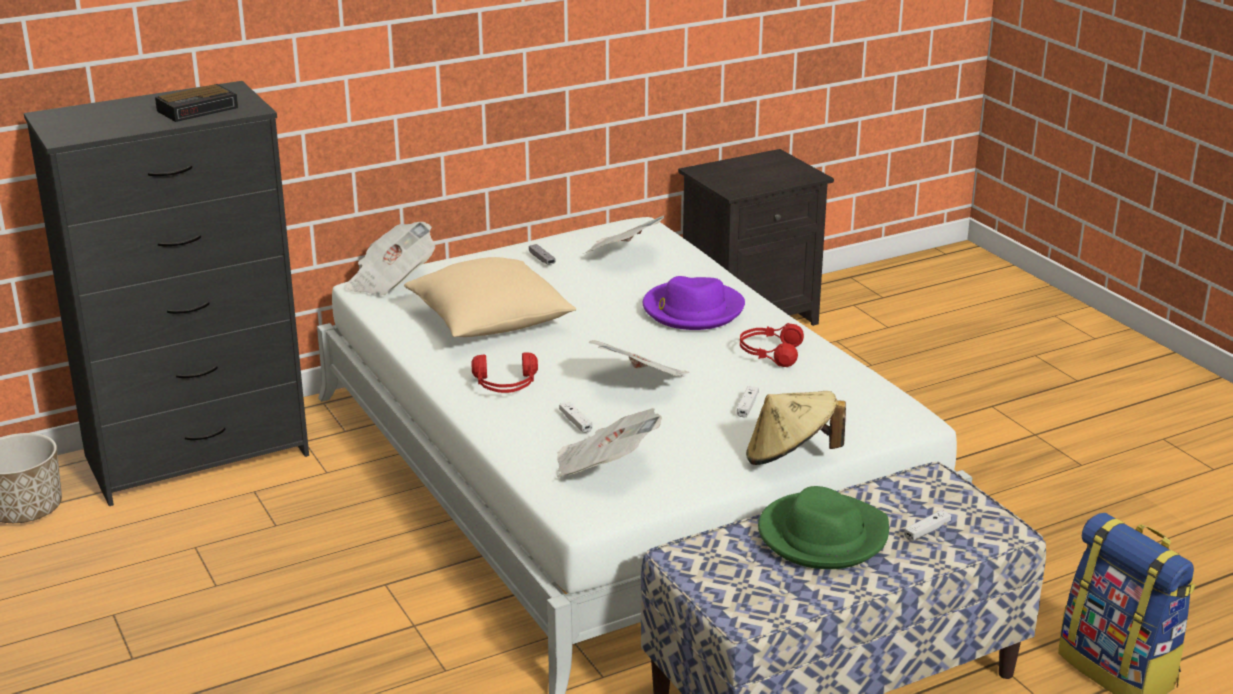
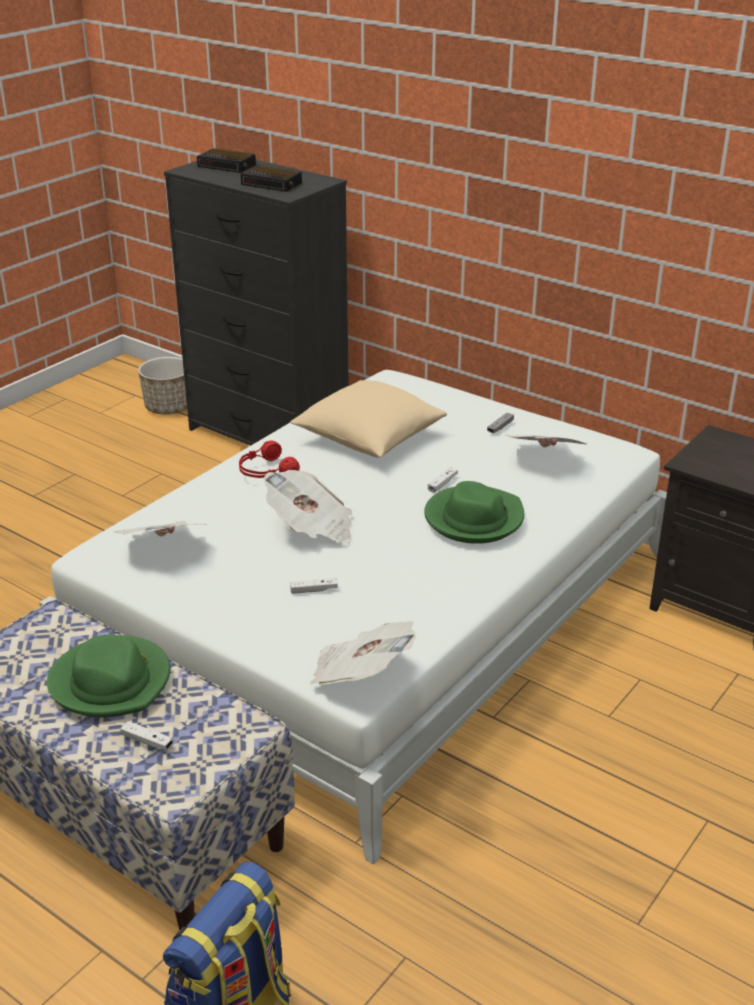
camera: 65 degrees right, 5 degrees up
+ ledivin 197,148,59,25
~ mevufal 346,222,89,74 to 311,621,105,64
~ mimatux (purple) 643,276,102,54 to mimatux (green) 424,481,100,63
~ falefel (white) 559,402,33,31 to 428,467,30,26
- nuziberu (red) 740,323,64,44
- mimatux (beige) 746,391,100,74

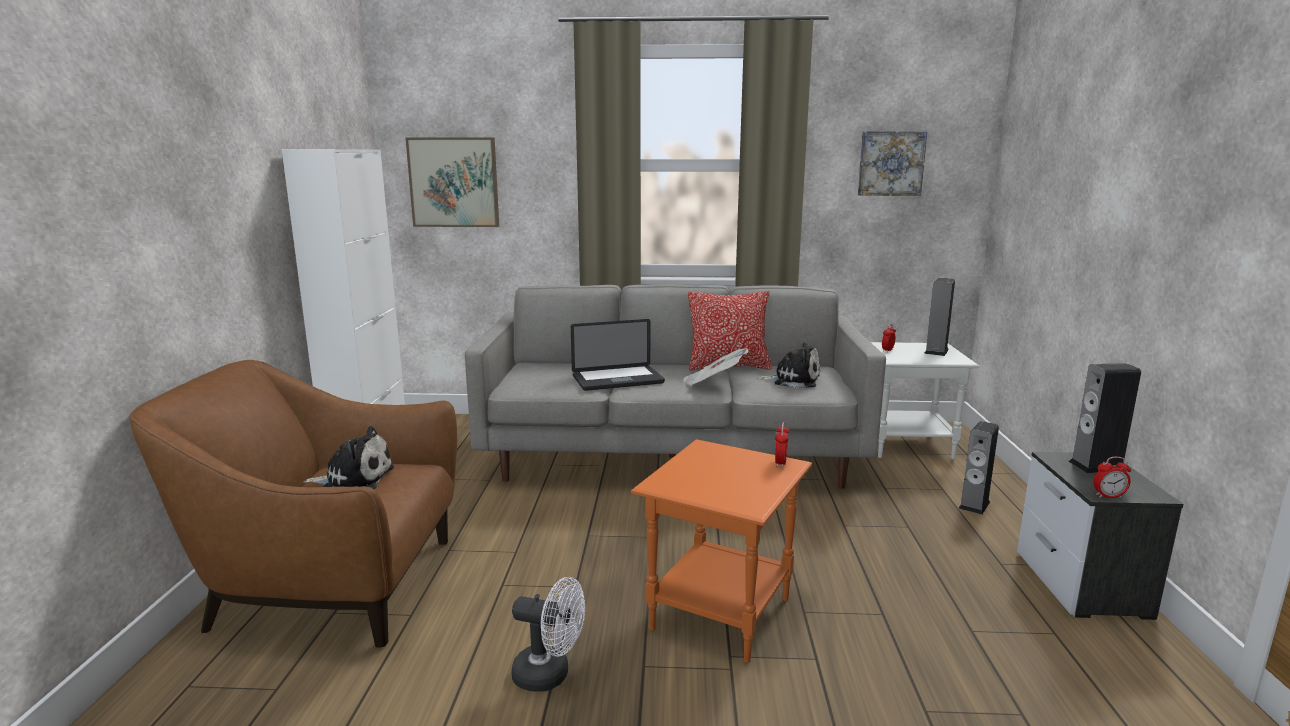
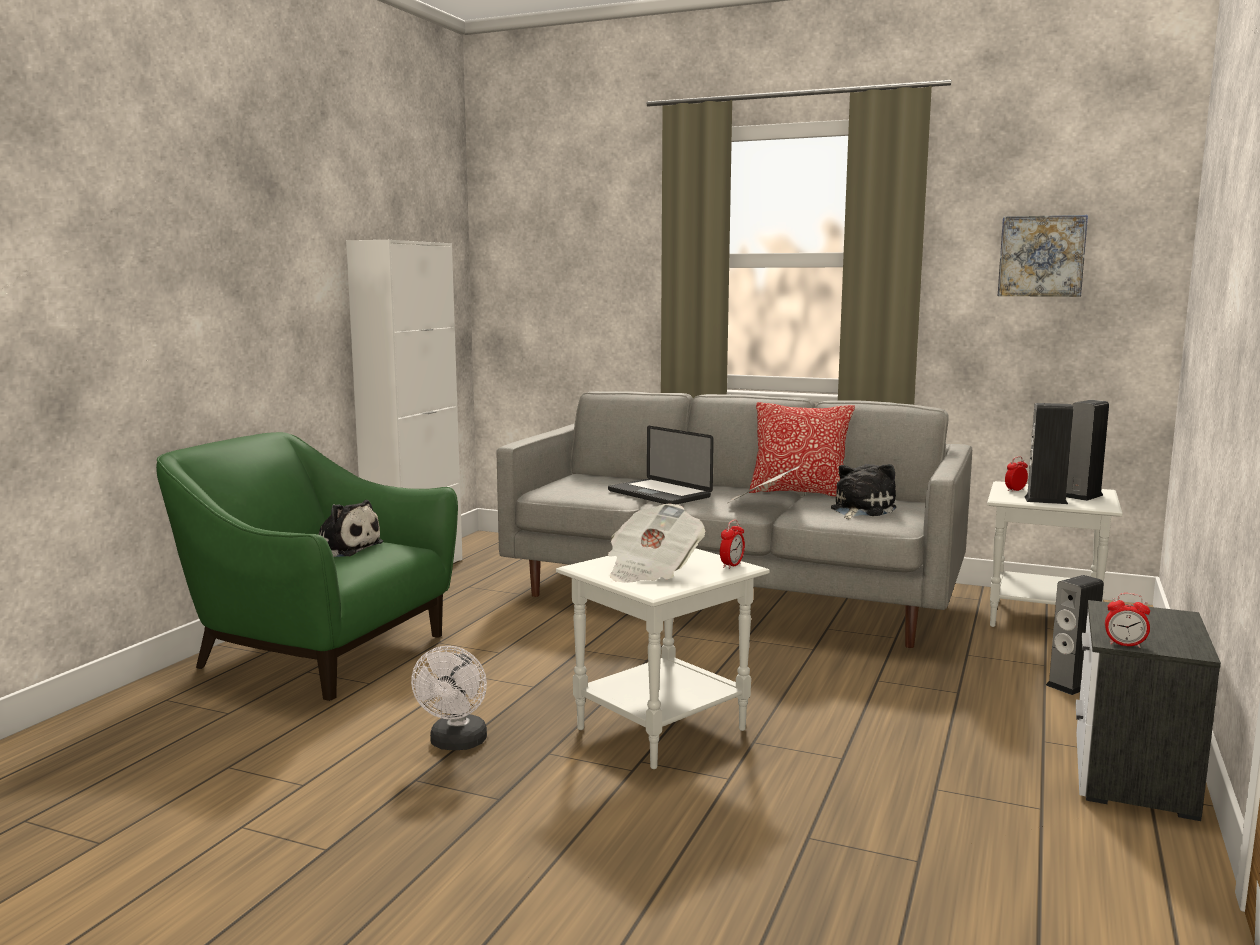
camera: 20 degrees right, 5 degrees down
~ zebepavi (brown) 130,360,327,287 to zebepavi (green) 156,432,302,269
~ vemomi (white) 511,577,74,115 = 411,646,76,104 60 degrees clockwise
~ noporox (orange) 631,440,181,223 to noporox (white) 556,548,214,221
~ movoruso 571,319,94,72 = 608,426,106,78 45 degrees clockwise
+ mevufal 608,504,97,79
~ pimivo 757,343,63,45 = 831,464,65,55 90 degrees counterclockwise
~ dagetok 1068,363,73,110 to 1025,403,49,101
- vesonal 406,138,93,89

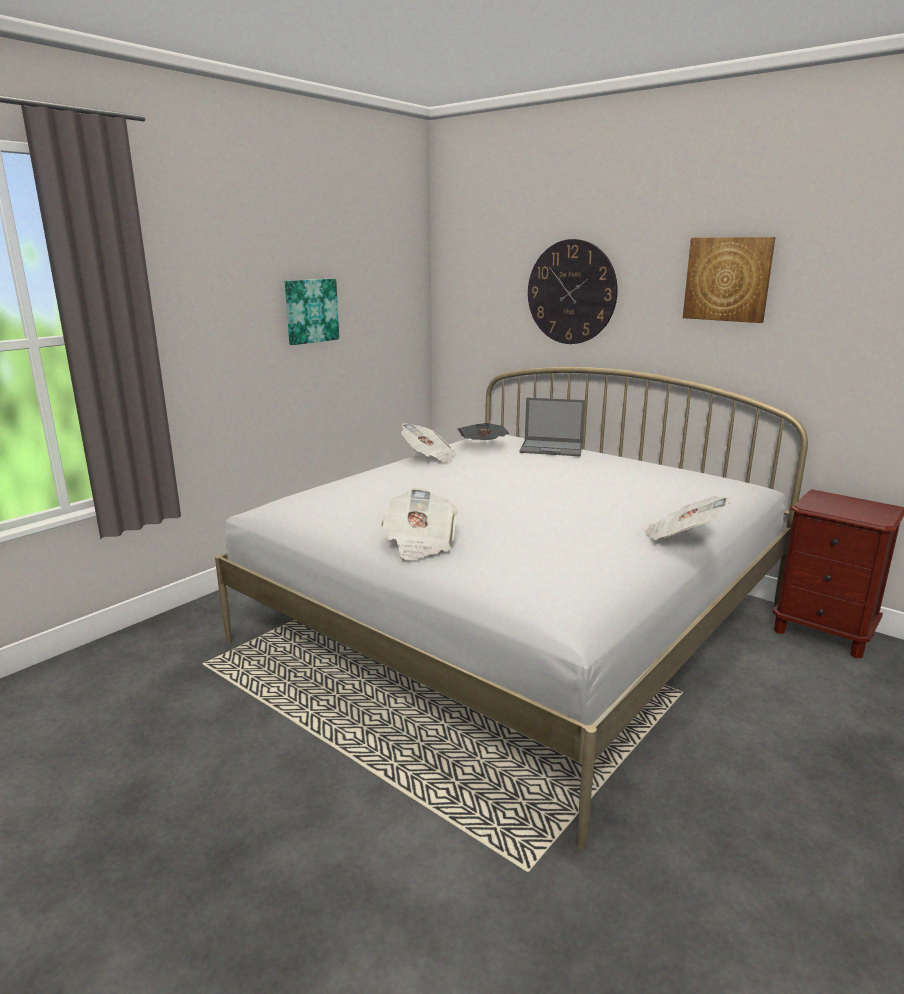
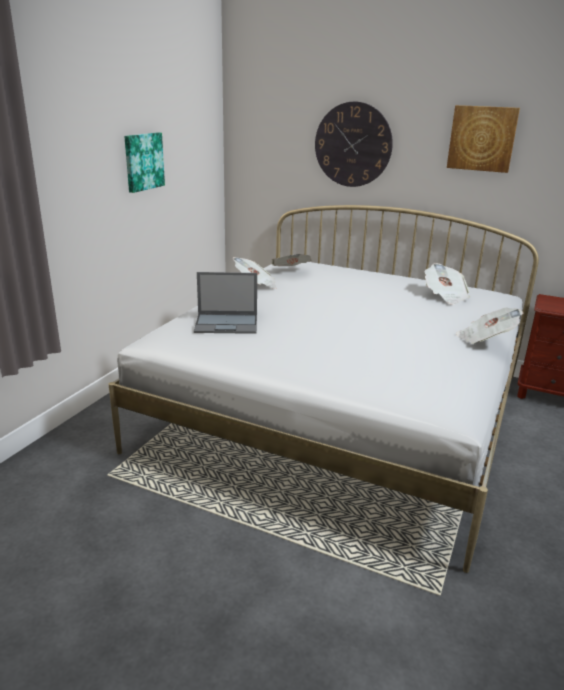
camera: 15 degrees left, 5 degrees up
~ movoruso 519,397,67,59 to 194,272,63,62
~ mevufal 381,488,77,72 to 425,263,45,42

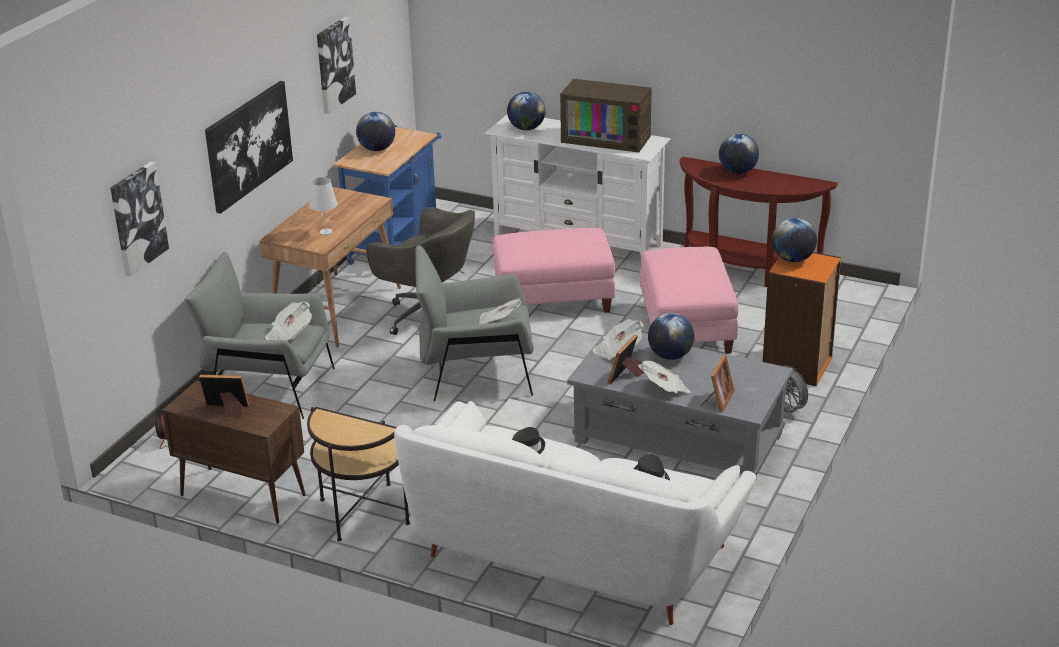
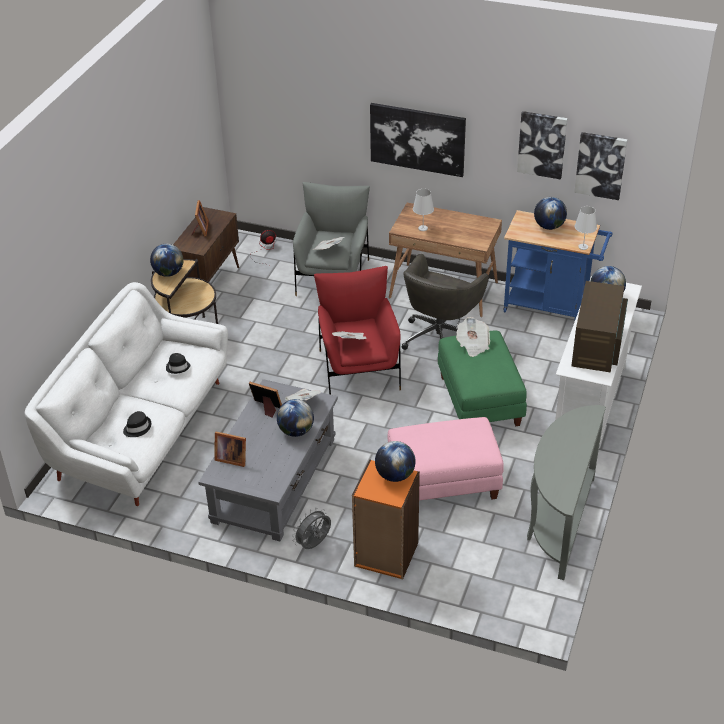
camera: 85 degrees right, 10 degrees up
~ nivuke 719,134,40,40 to 150,244,33,33
~ zebepavi (grey) 415,245,119,157 to zebepavi (red) 314,266,87,129
~ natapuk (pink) 493,228,122,85 to natapuk (green) 438,331,89,95
~ mevufal 638,361,53,32 to 456,317,34,40
~ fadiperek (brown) 680,157,158,130 to fadiperek (grey) 527,405,79,175
~ vesonal 110,162,59,115 to 574,132,54,68
+ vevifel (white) 574,206,23,44

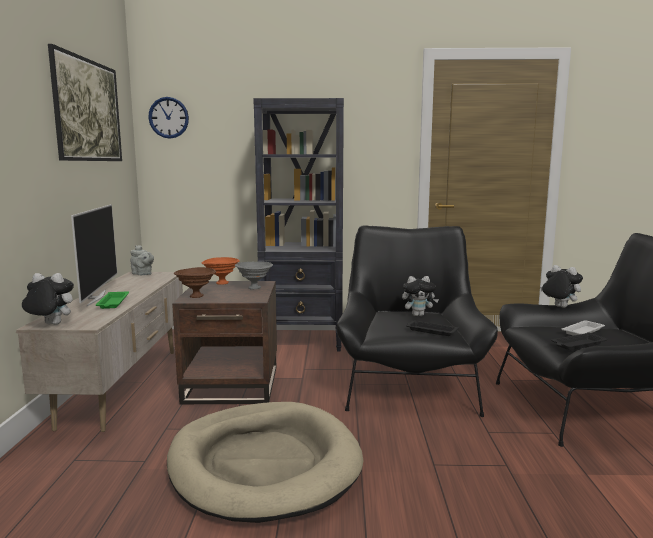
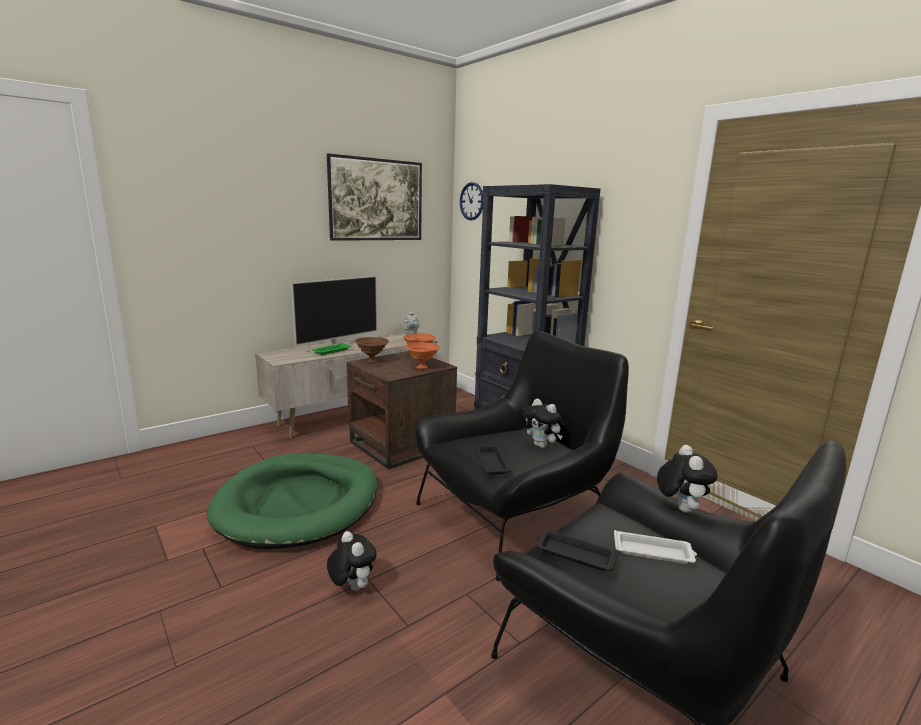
camera: 50 degrees right, 5 degrees up
~ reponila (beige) 167,402,196,121 to reponila (green) 207,453,170,96
~ pimivo 22,273,52,52 to 327,531,50,60
~ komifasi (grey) 235,262,38,27 to komifasi (orange) 405,342,35,27

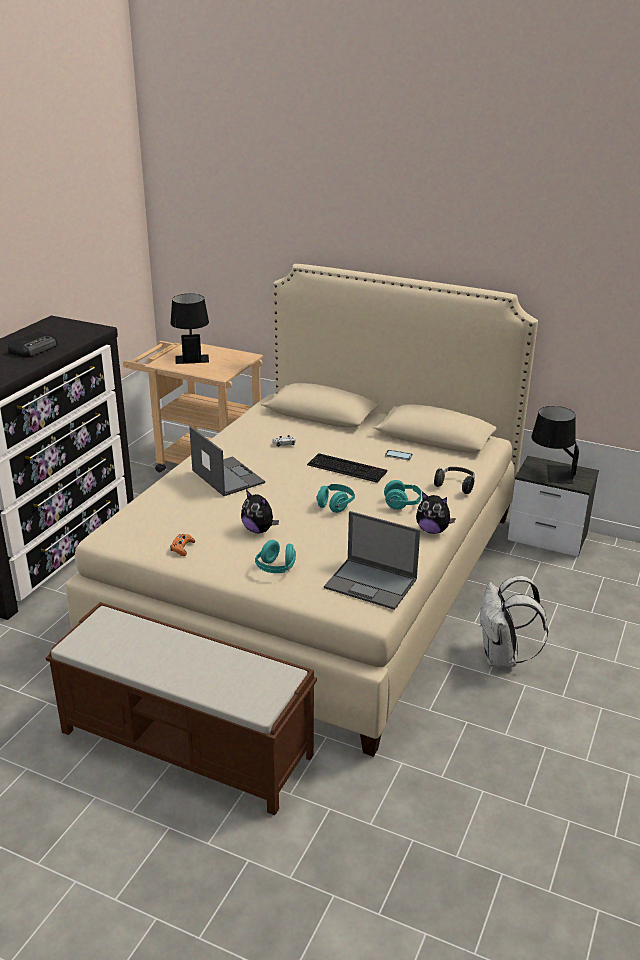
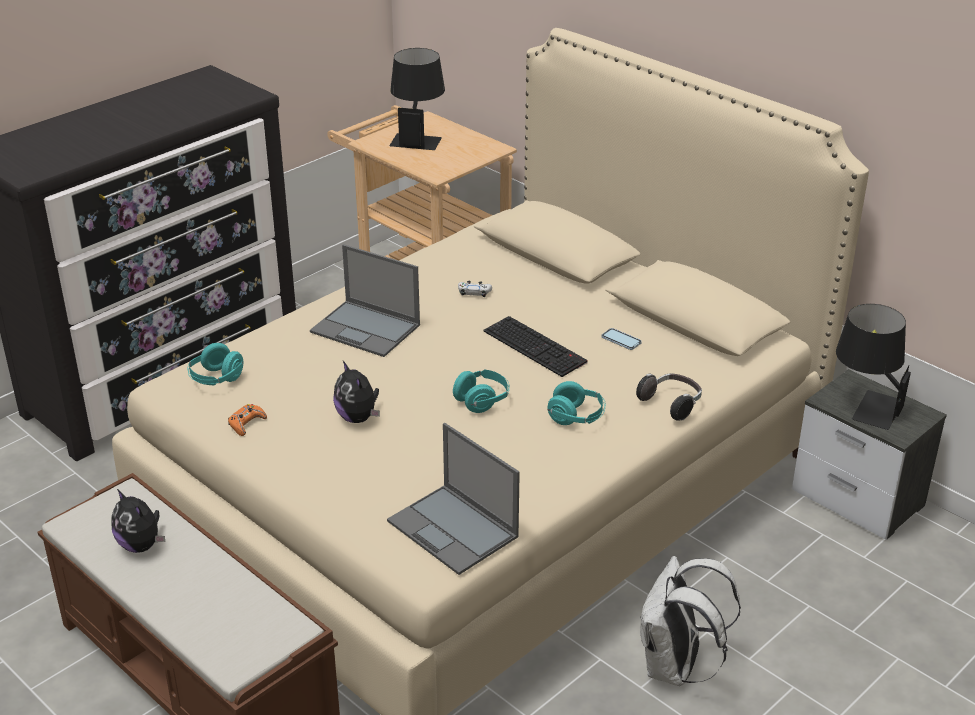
camera: 20 degrees right, 5 degrees up
~ pimivo 416,492,40,42 to 111,489,54,64
~ nuziberu (turquoise) 255,540,41,33 to 187,343,56,42
~ movoruso 189,426,76,70 = 310,244,110,113 135 degrees clockwise
- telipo 8,331,50,27

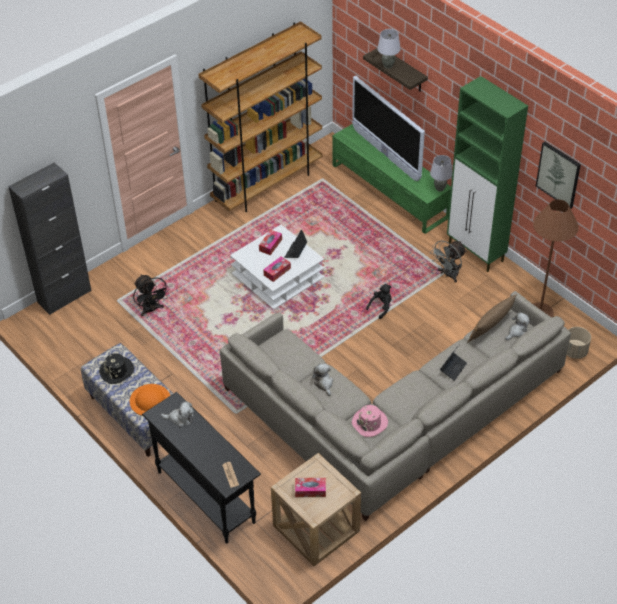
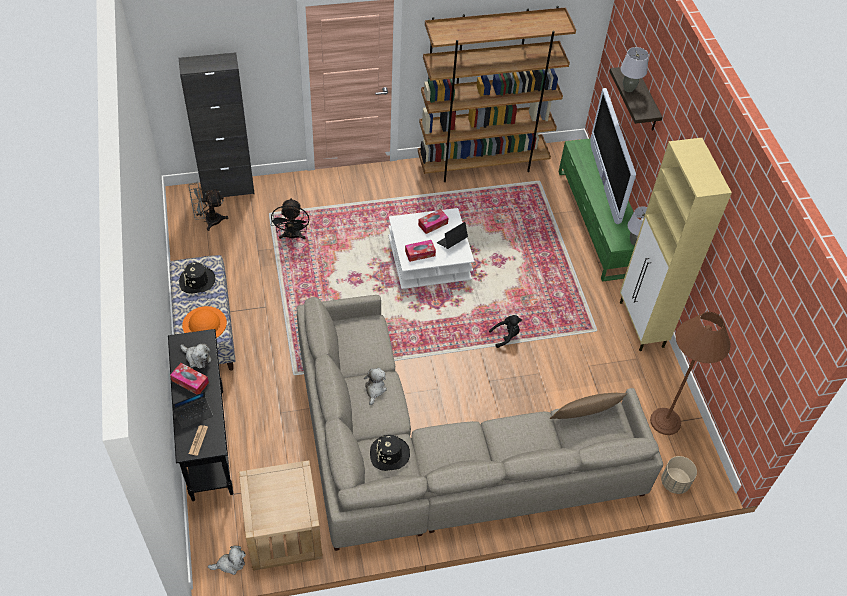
camera: 25 degrees right, 5 degrees up
~ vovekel 295,478,31,19 to 170,363,39,32
~ movoruso 440,344,27,37 to 173,392,40,37
~ vemomi (grey) 430,240,37,43 to 189,182,39,49
~ pimivo 505,312,25,28 to 208,546,38,29
~ mimatux (pink) 352,405,36,32 to mimatux (black) 370,435,40,36
~ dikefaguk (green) 447,76,81,196 to dikefaguk (beige) 620,138,112,213
- vesonal 536,142,45,66

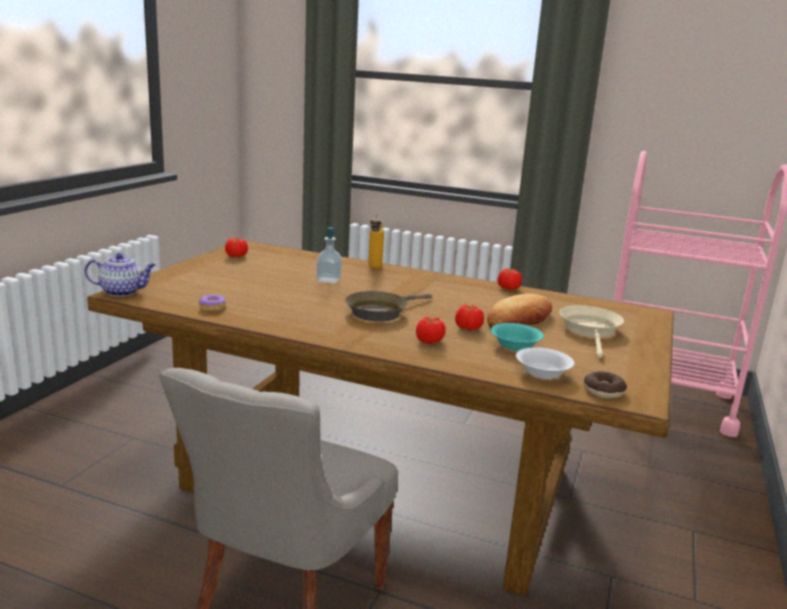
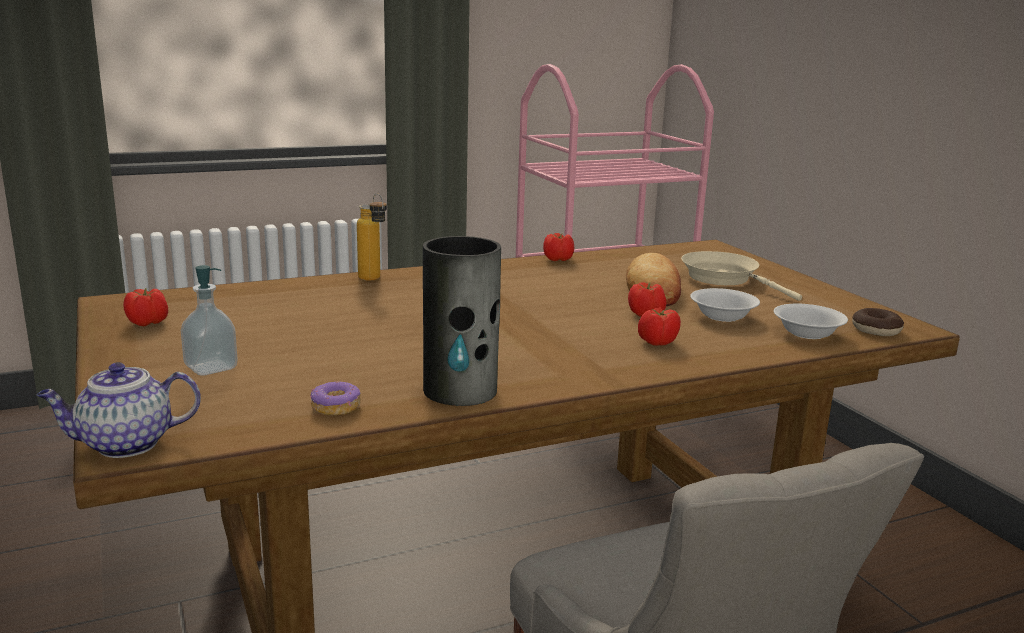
camera: 45 degrees left, 0 degrees up
~ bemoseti 85,253,70,44 = 37,362,164,96 150 degrees counterclockwise
~ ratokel 316,227,26,56 to 181,265,56,111
+ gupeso 423,236,78,170
~ komifasi (turquoise) 491,323,53,28 to komifasi (white) 690,288,70,34
- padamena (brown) 345,291,87,31

